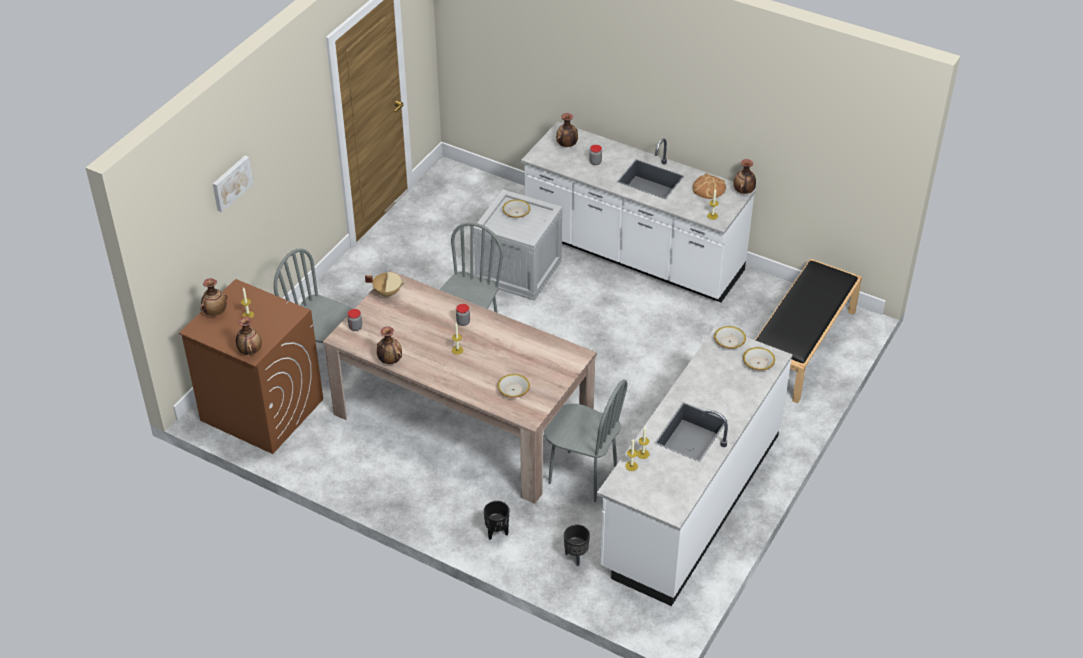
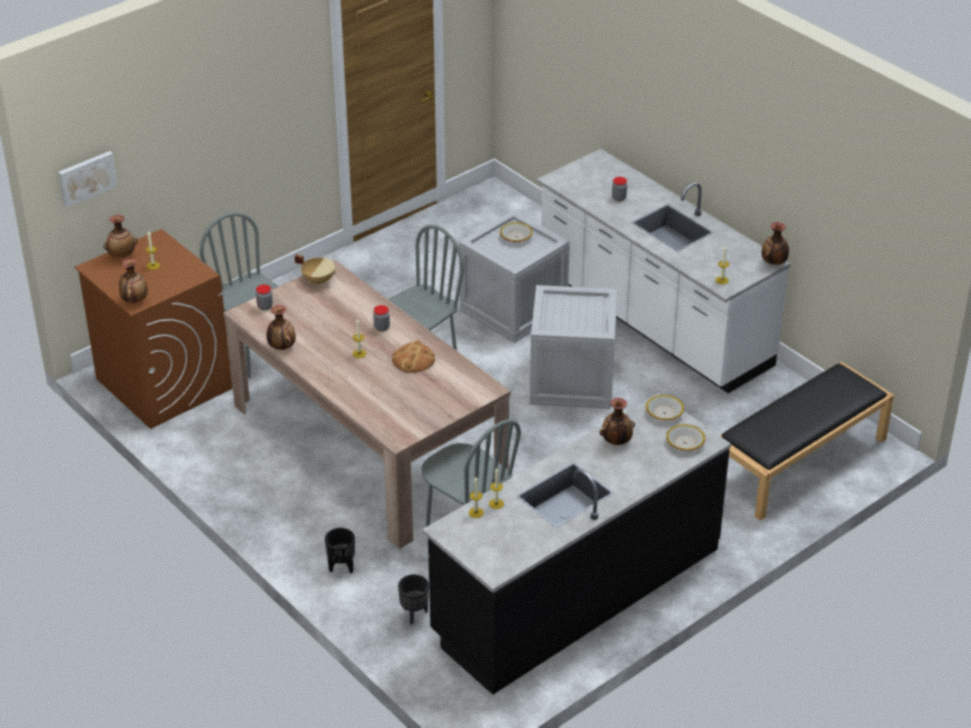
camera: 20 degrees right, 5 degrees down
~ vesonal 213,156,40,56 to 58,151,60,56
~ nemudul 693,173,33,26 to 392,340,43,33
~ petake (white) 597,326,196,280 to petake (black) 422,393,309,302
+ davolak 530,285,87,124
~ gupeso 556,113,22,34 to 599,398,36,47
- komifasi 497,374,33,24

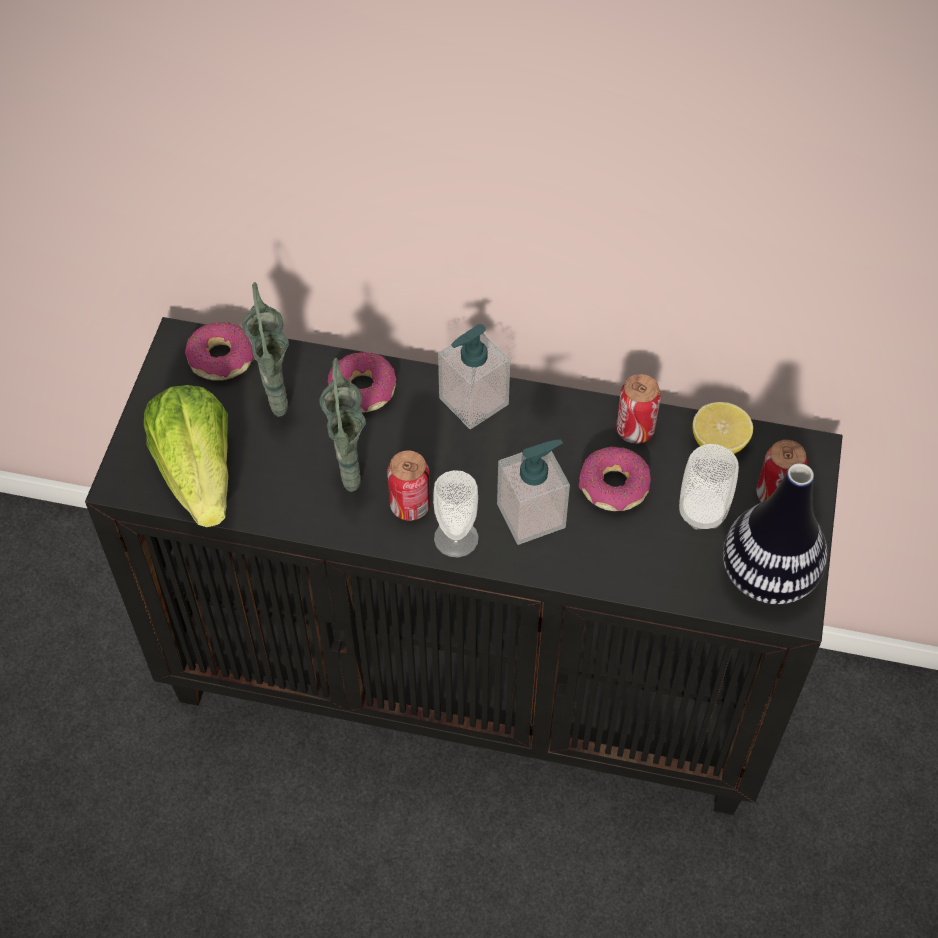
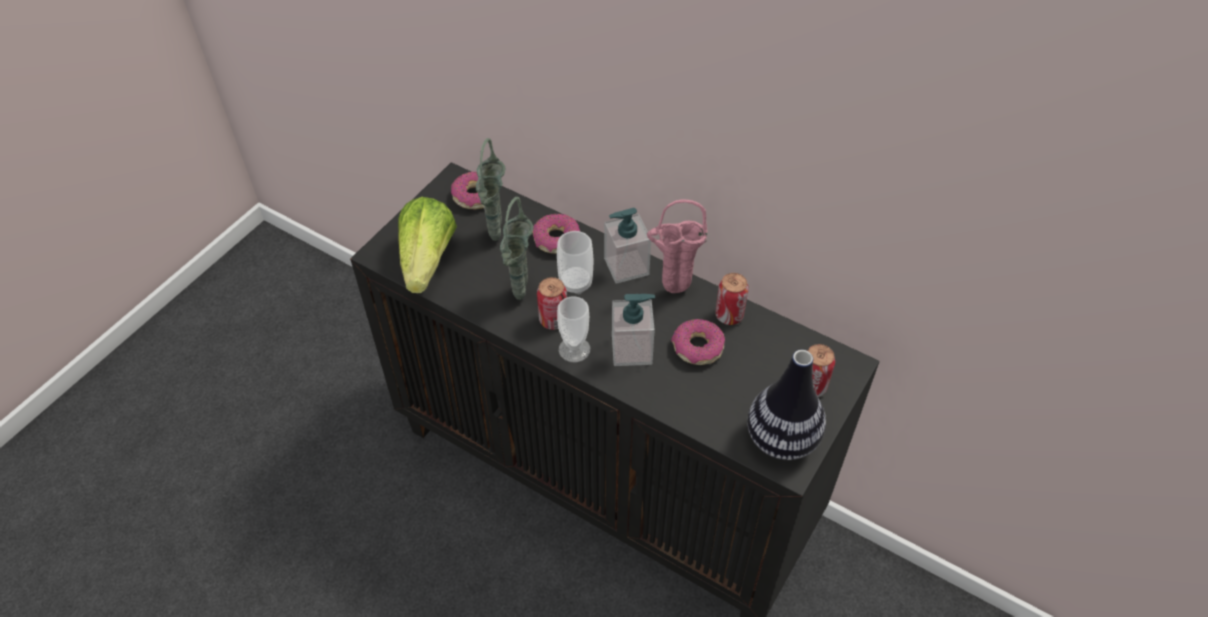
camera: 20 degrees right, 5 degrees down
~ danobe 679,444,60,86 to 557,231,36,64
+ gupeso (pink) 646,199,61,94
- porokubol 692,402,61,52

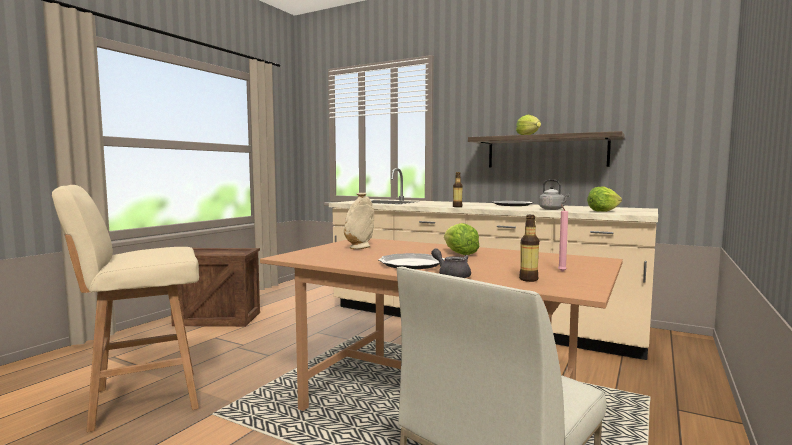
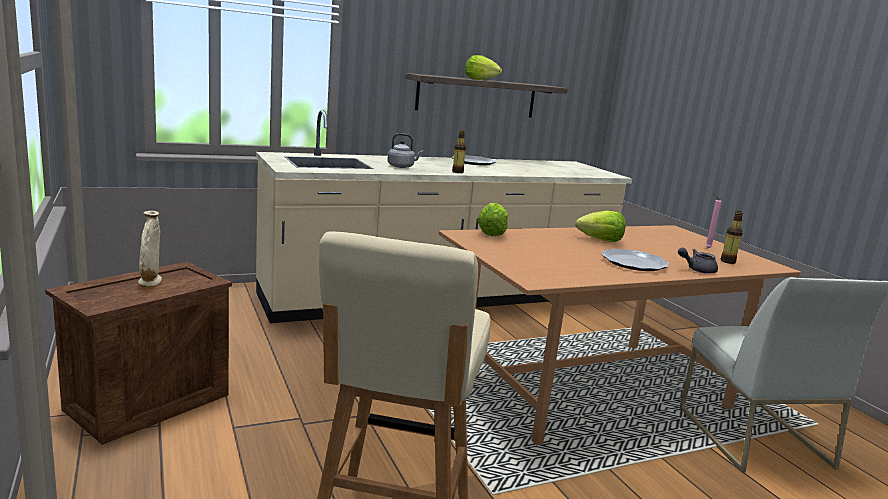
camera: 55 degrees left, 10 degrees up
~ gupeso (beige) 344,193,30,56 to 138,211,24,76
~ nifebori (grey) 539,180,31,30 to 387,133,36,35
~ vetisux 587,187,35,25 to 477,203,31,33

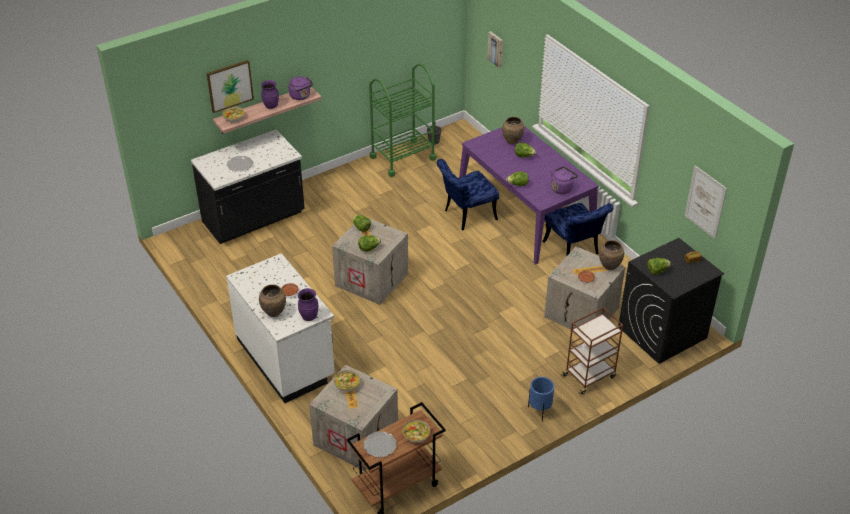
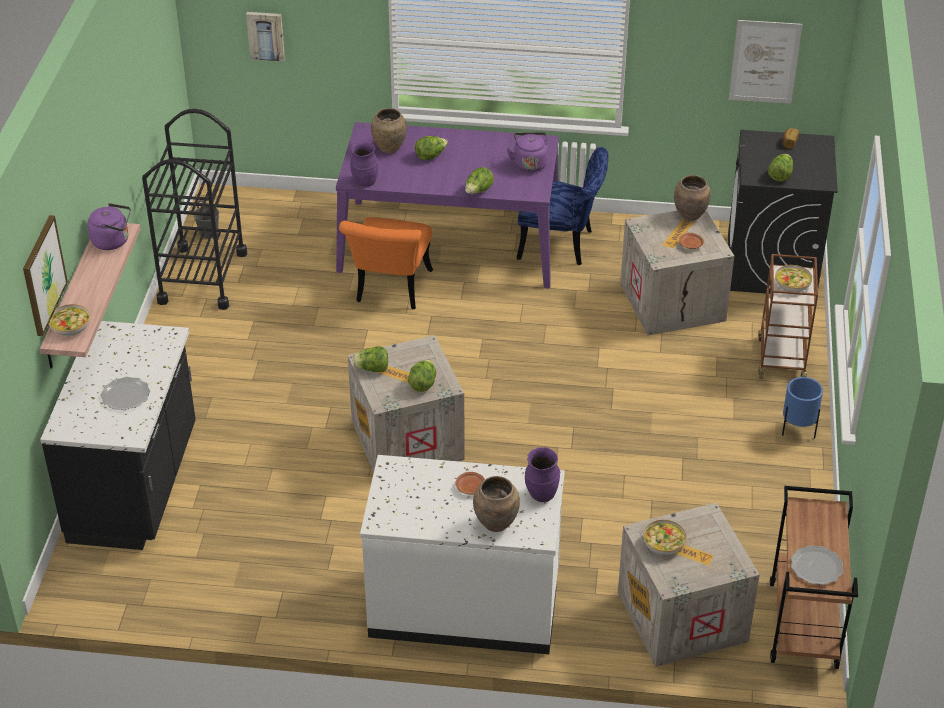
camera: 50 degrees left, 0 degrees up
~ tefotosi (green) 369,64,67,113 to tefotosi (black) 142,109,105,201
~ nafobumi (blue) 437,159,62,71 to nafobumi (orange) 339,217,94,93
~ gupeso (purple) 261,80,18,29 to 350,141,28,46
~ komifasi 403,419,27,24 to 775,265,37,27

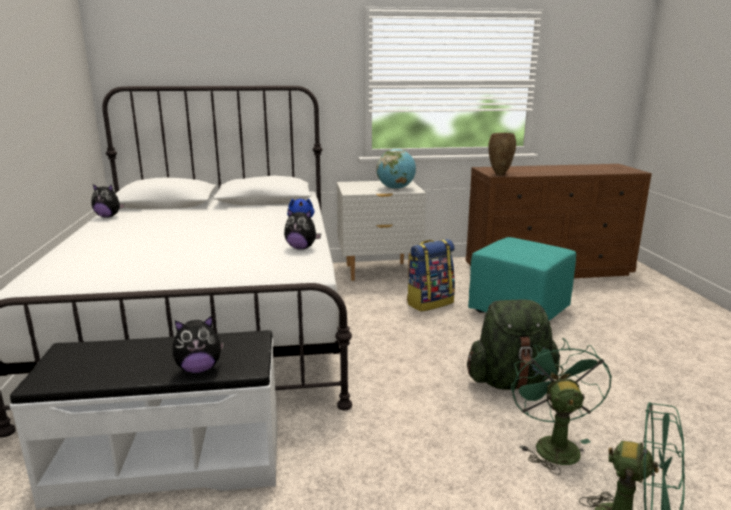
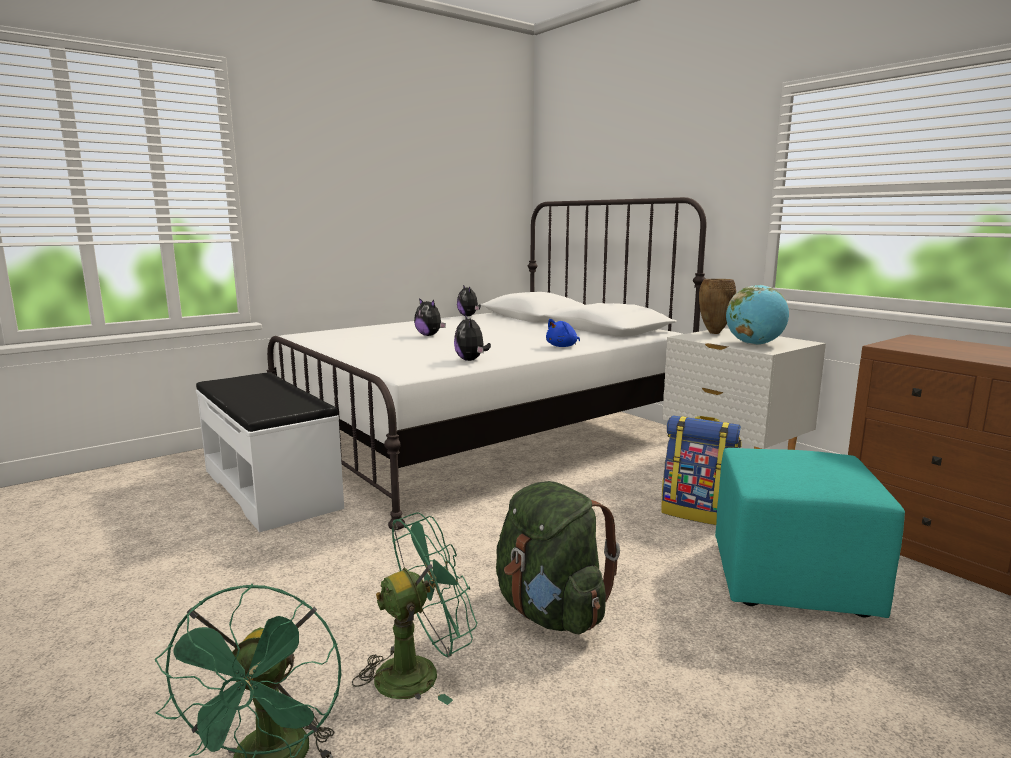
camera: 60 degrees right, 5 degrees down
~ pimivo 172,316,52,57 to 414,298,32,38
~ gupeso (brown) 488,133,28,43 to 699,279,37,55

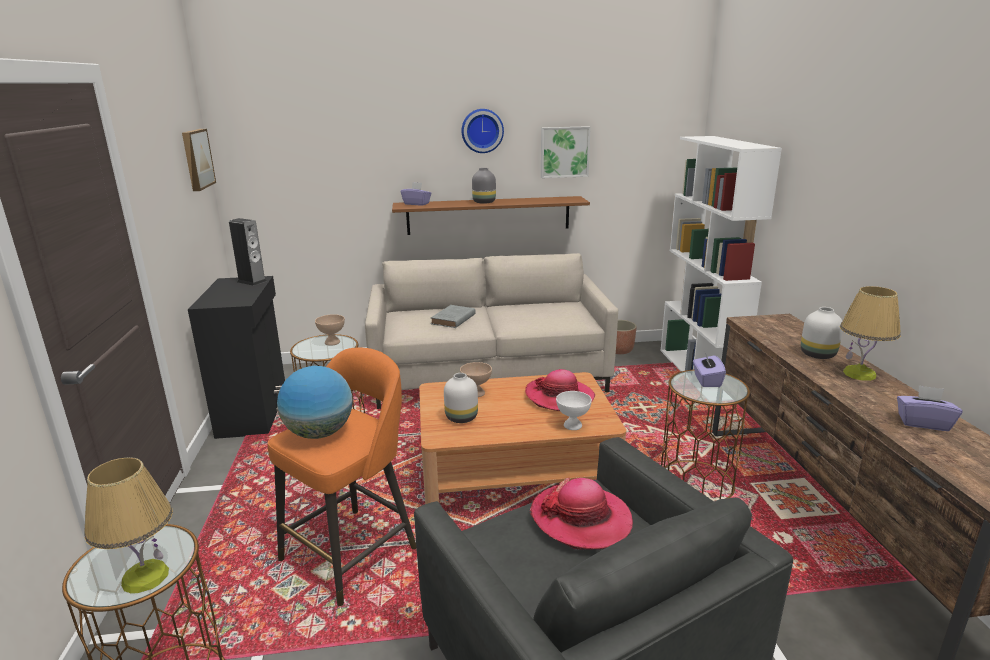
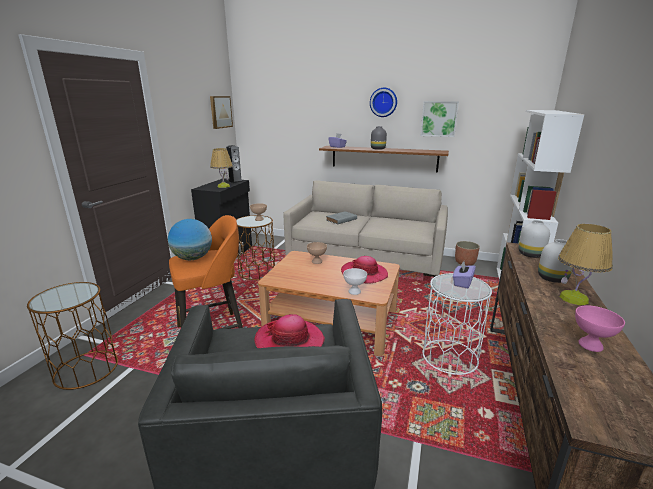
camera: 25 degrees right, 0 degrees up
~ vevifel 84,457,89,136 to 210,148,23,40
~ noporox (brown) 661,370,89,129 to noporox (white) 423,273,69,102
~ gupeso (white) 444,373,34,50 to 519,220,31,38
~ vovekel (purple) 897,385,66,46 to komifasi (pink) 575,305,50,47

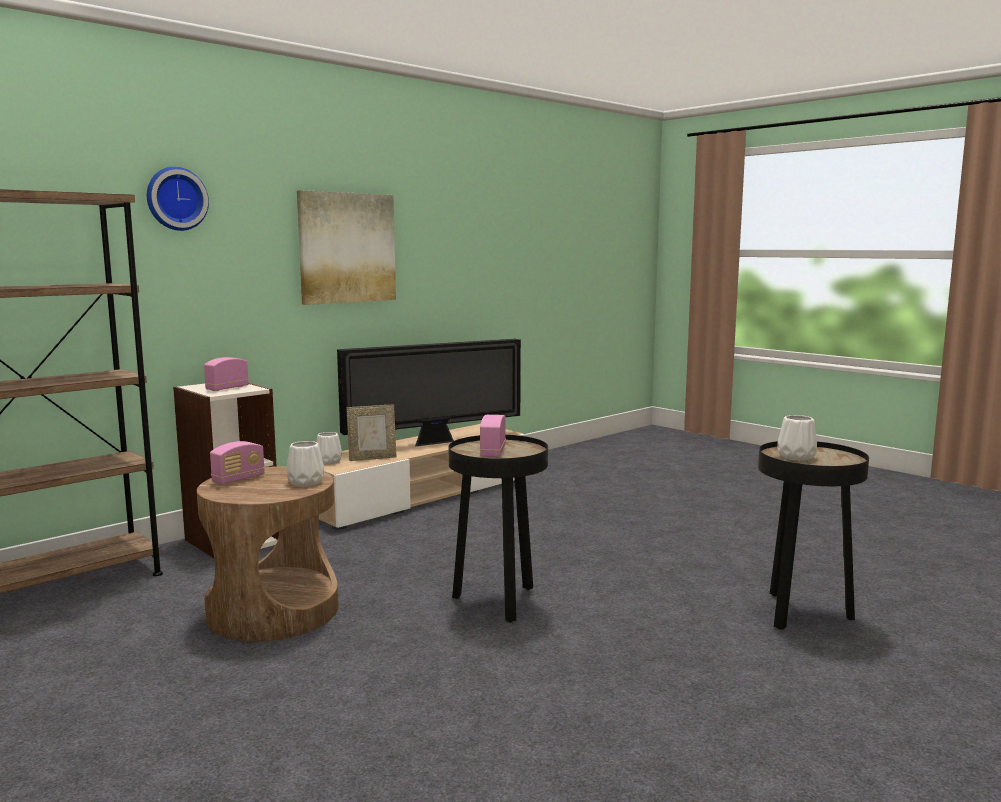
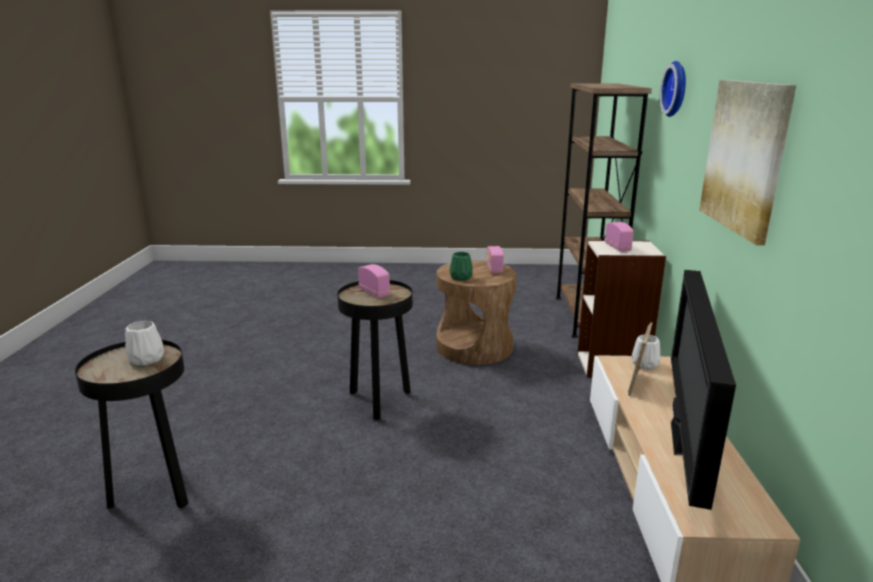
camera: 135 degrees right, 10 degrees up
~ gupeso (white) 286,441,38,46 to gupeso (green) 450,252,23,29

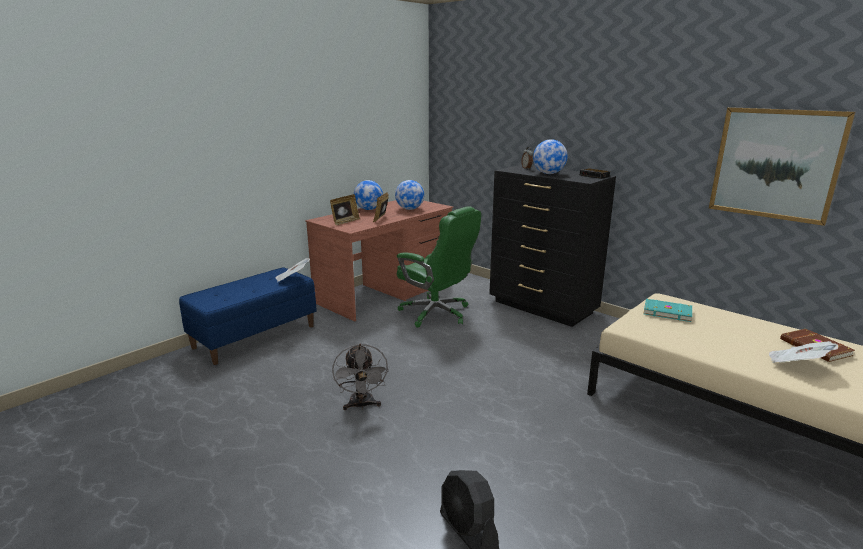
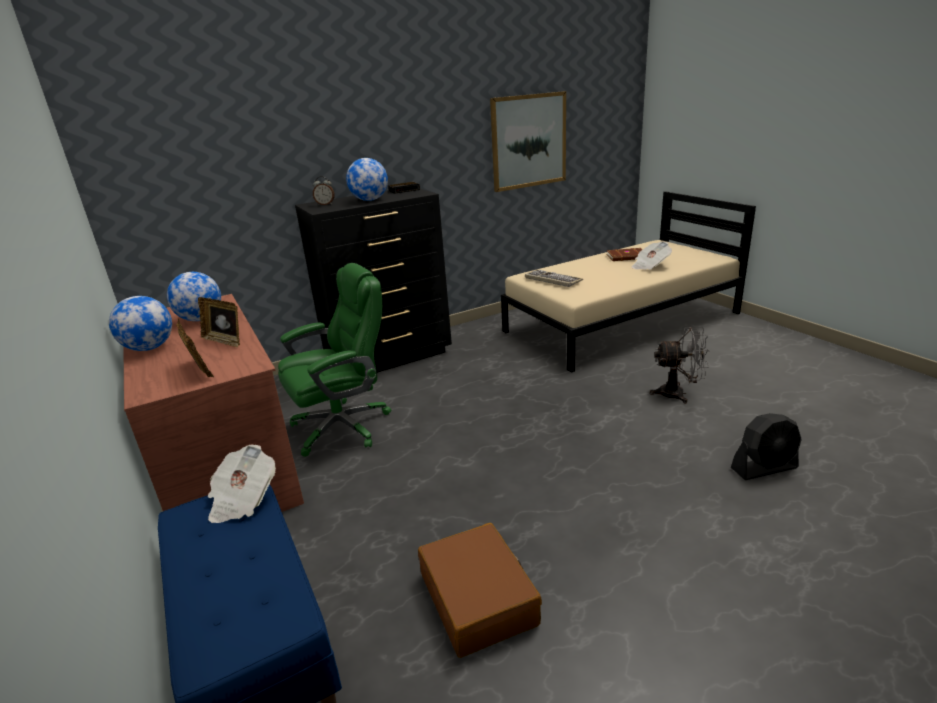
camera: 70 degrees left, 5 degrees up
+ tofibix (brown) 418,523,124,135
~ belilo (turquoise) 643,299,49,23 to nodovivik 525,270,58,17
~ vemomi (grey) 332,344,57,66 to 650,326,59,78

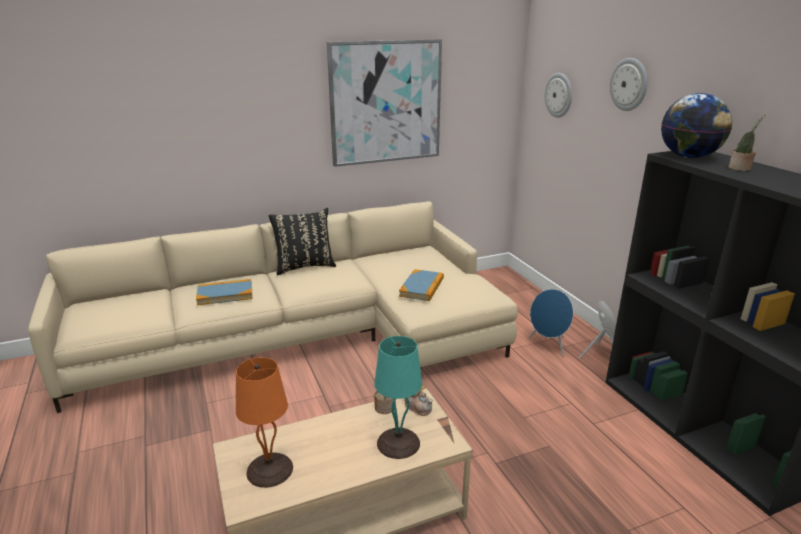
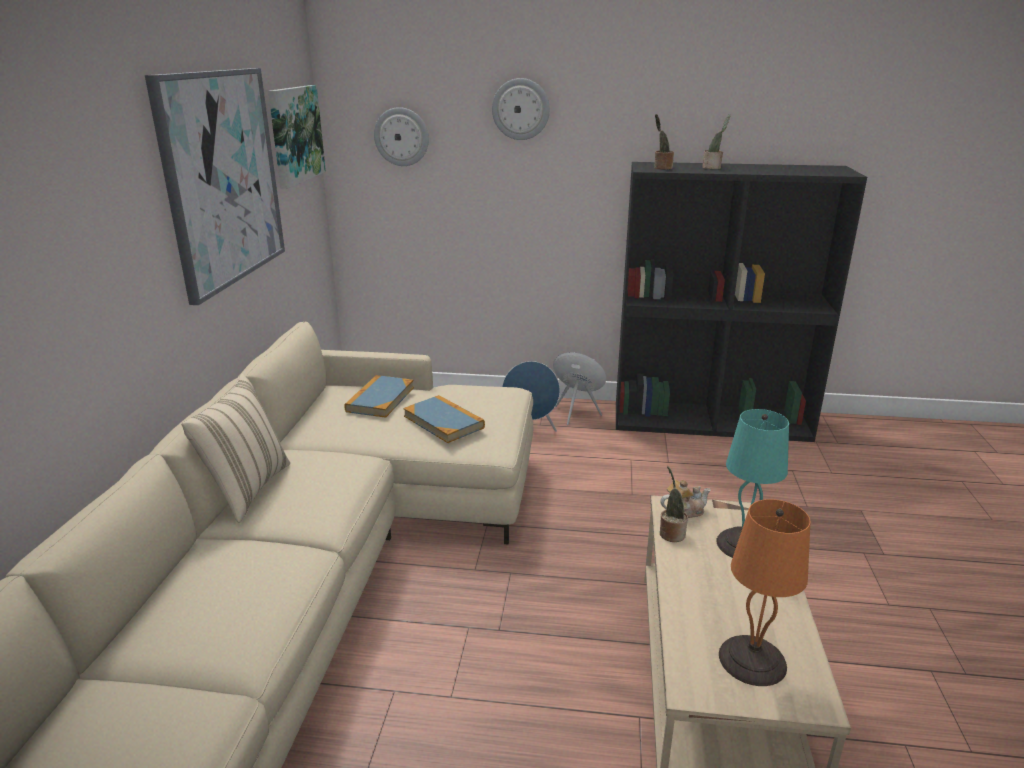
camera: 60 degrees left, 0 degrees up
~ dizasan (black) 268,208,68,67 to dizasan (beige) 181,374,109,149
+ vesonal 268,85,58,104
~ belilo 196,279,57,26 to 344,375,70,43
~ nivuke 661,93,71,65 to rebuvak 654,114,20,56

